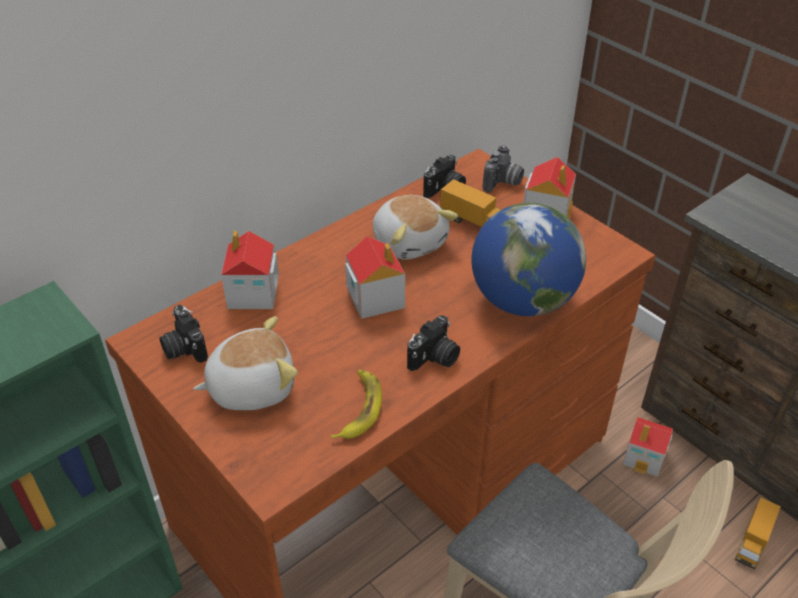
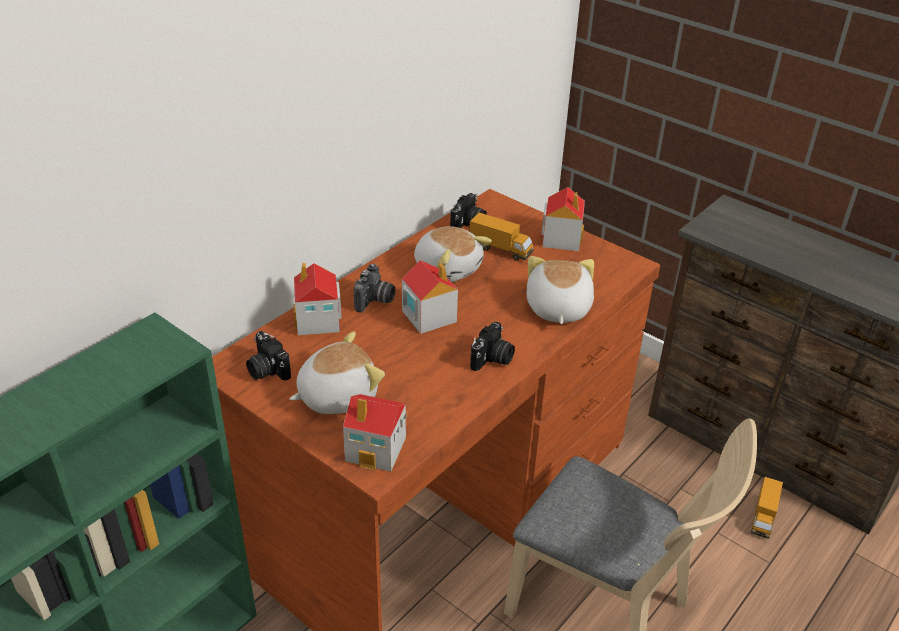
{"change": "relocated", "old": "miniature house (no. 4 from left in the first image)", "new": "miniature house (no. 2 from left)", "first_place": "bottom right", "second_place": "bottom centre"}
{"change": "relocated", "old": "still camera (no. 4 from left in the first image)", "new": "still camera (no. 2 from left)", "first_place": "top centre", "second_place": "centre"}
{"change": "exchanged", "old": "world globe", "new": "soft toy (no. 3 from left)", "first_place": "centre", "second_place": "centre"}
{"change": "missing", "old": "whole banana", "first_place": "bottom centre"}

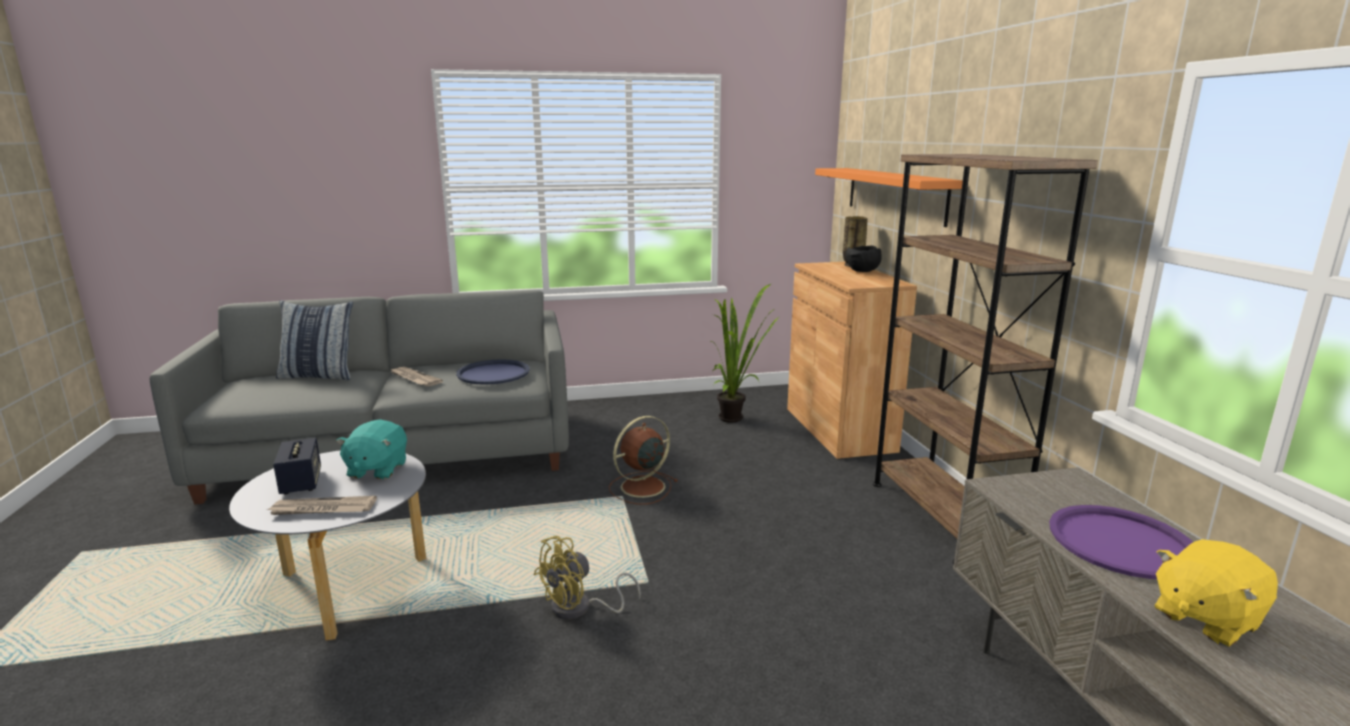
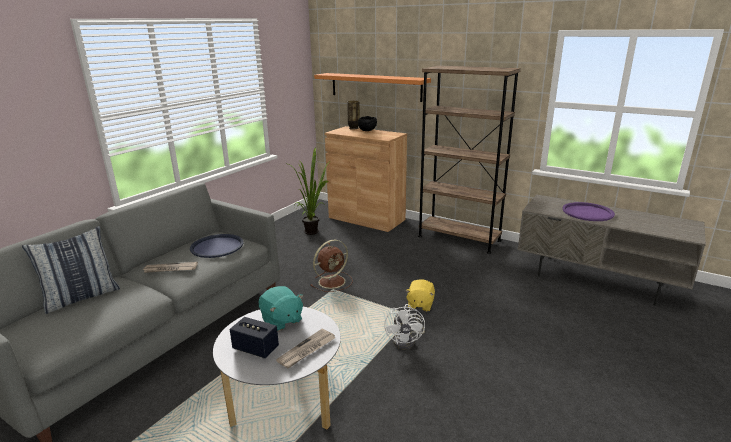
{"change": "spun", "old": "brown-coloured cooling fan", "first_place": "centre", "second_place": "centre", "degrees": -135}
{"change": "colour", "old": "yellow-coloured cooling fan", "new": "whitish cooling fan", "first_place": "bottom centre", "second_place": "bottom centre"}
{"change": "relocated", "old": "yellow-coloured soft toy", "first_place": "bottom right", "second_place": "bottom centre"}

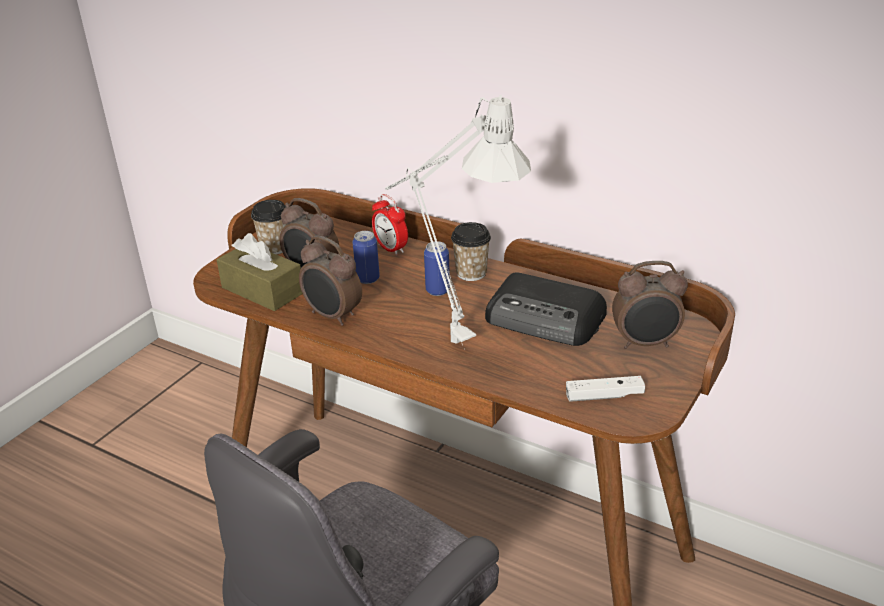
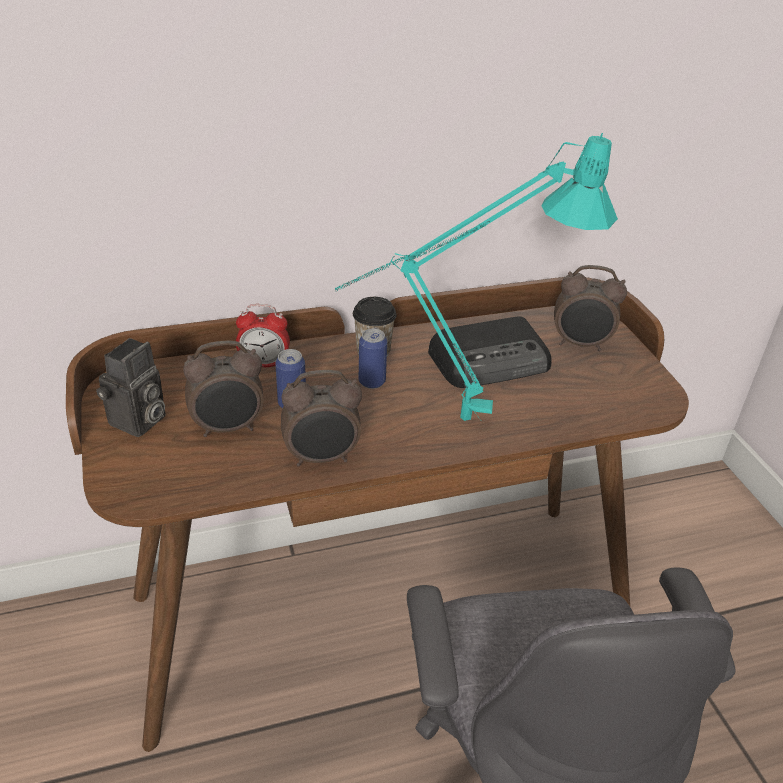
{"change": "exchanged", "old": "small cup (no. 1 from left)", "new": "still camera", "first_place": "middle left", "second_place": "middle left"}
{"change": "colour", "old": "greyish tabletop lamp", "new": "turquoise tabletop lamp", "first_place": "centre", "second_place": "centre"}
{"change": "spun", "old": "table clock (no. 4 from left)", "first_place": "middle right", "second_place": "middle right", "degrees": 60}
{"change": "missing", "old": "brown-coloured box of tissues", "first_place": "middle left"}
{"change": "missing", "old": "whitish game controller", "first_place": "middle right"}

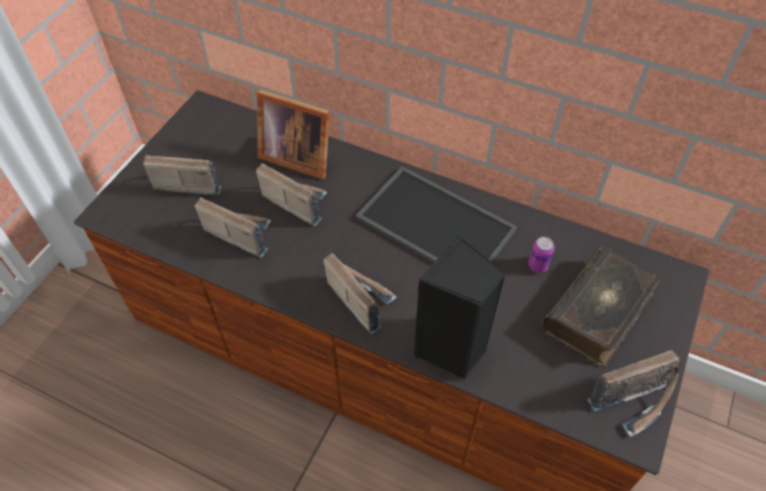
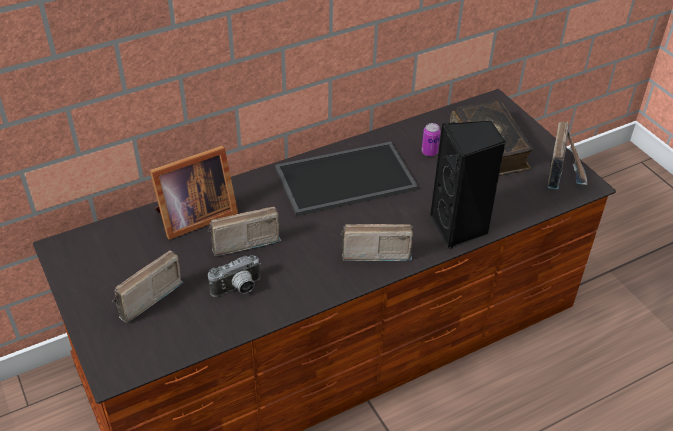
{"change": "exchanged", "old": "radio set (no. 2 from left)", "new": "still camera", "first_place": "middle left", "second_place": "centre"}

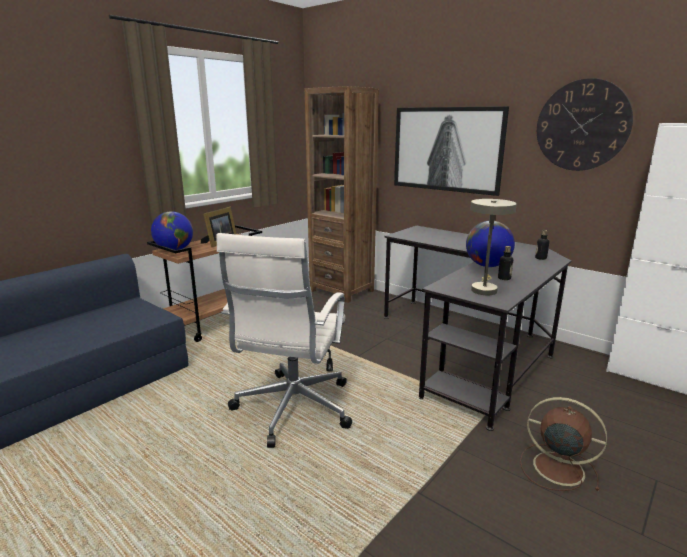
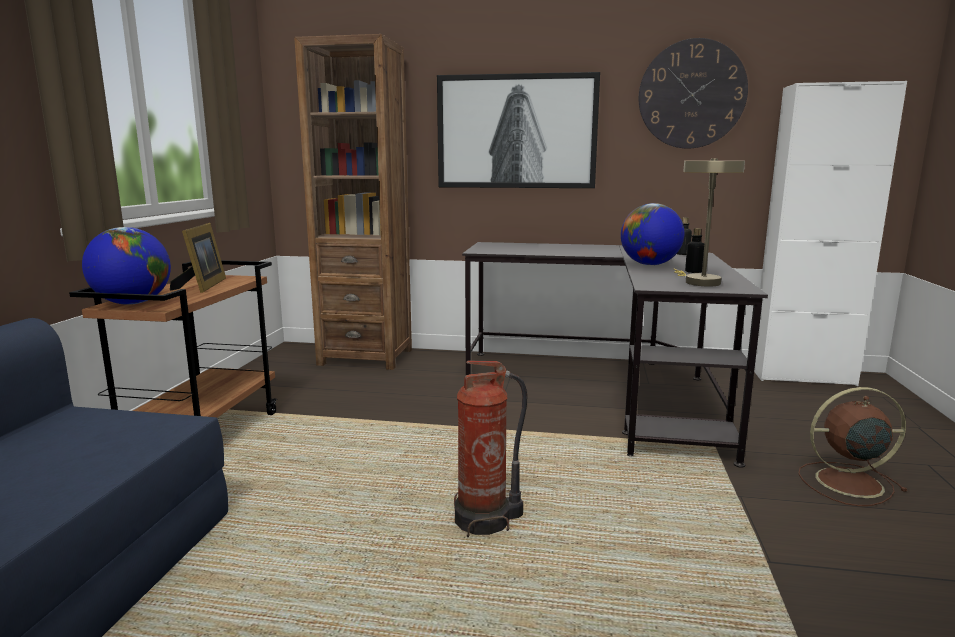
{"change": "exchanged", "old": "whitish desk chair", "new": "extinguisher", "first_place": "centre", "second_place": "bottom centre"}

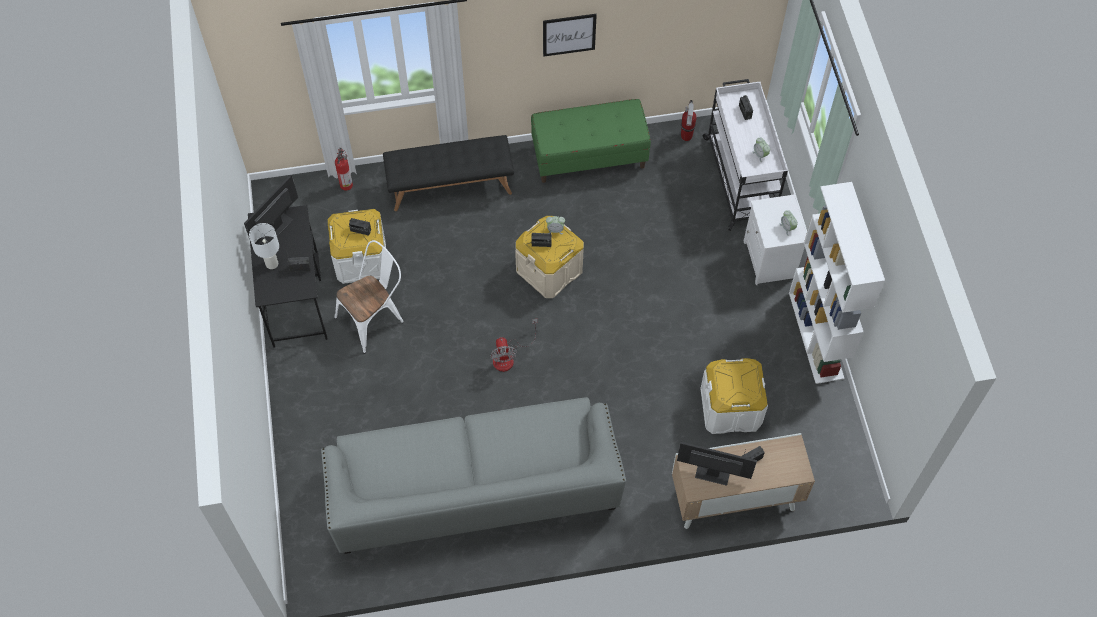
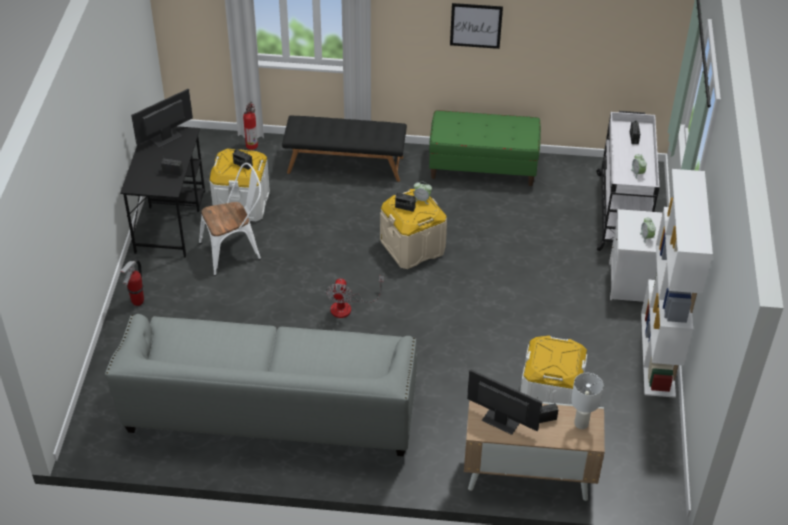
{"change": "relocated", "old": "extinguisher (no. 2 from left in the first image)", "new": "extinguisher (no. 1 from left)", "first_place": "top centre", "second_place": "middle left"}
{"change": "relocated", "old": "whitish tabletop lamp", "first_place": "middle left", "second_place": "bottom right"}

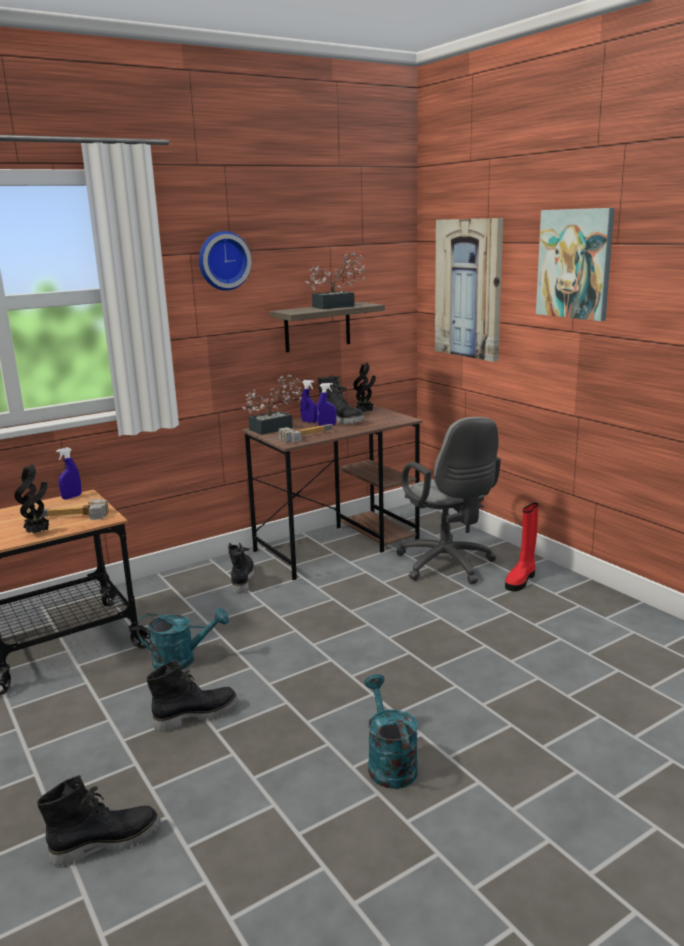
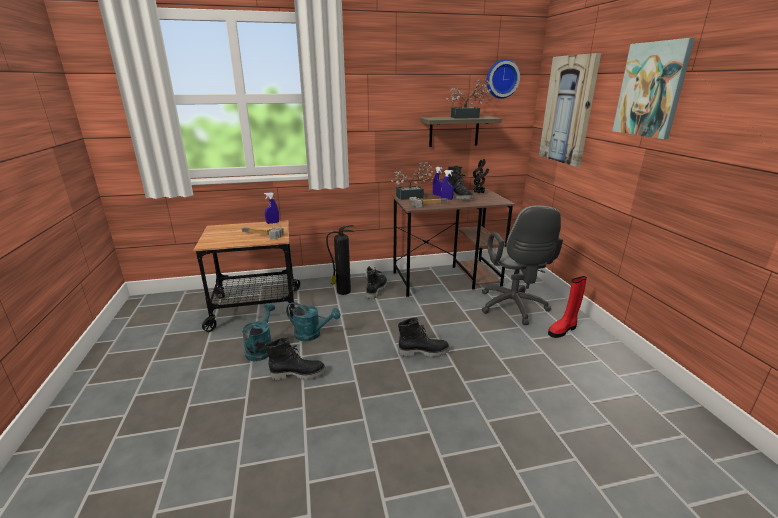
{"change": "relocated", "old": "turquoise watering can (no. 2 from left in the first image)", "new": "turquoise watering can (no. 1 from left)", "first_place": "bottom centre", "second_place": "middle left"}
{"change": "appeared", "new": "extinguisher", "second_place": "centre"}
{"change": "relocated", "old": "black-coloured boot (no. 1 from left in the first image)", "new": "black-coloured boot (no. 3 from left)", "first_place": "bottom left", "second_place": "centre"}
{"change": "relocated", "old": "hanging clock", "first_place": "top left", "second_place": "top centre"}
{"change": "missing", "old": "plant in a pot (no. 1 from left)", "first_place": "middle left"}

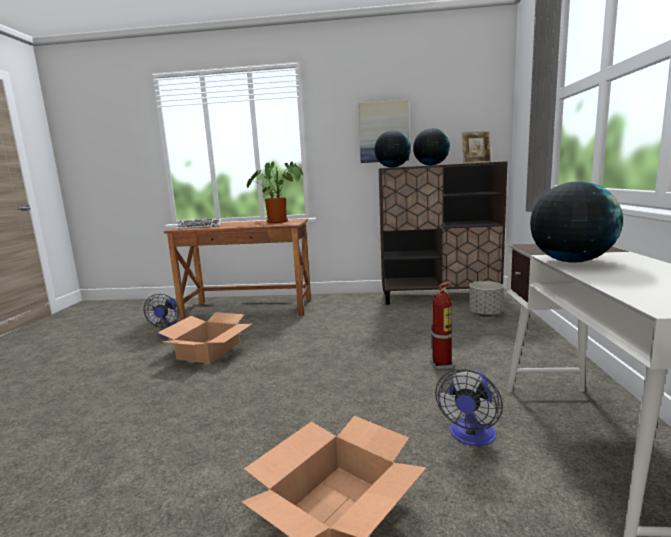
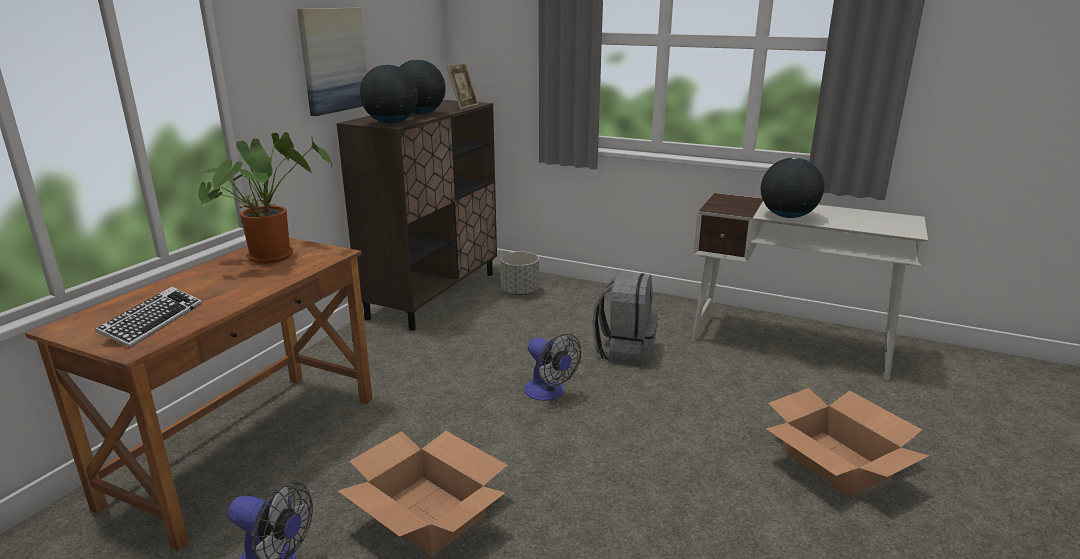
{"change": "relocated", "old": "cooling fan (no. 2 from left)", "first_place": "bottom right", "second_place": "centre"}
{"change": "exchanged", "old": "extinguisher", "new": "greyish rucksack", "first_place": "centre", "second_place": "centre"}

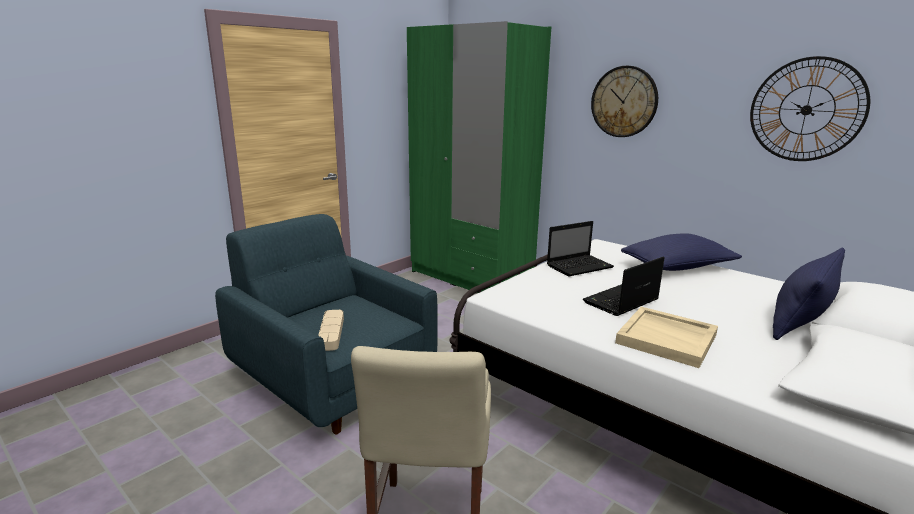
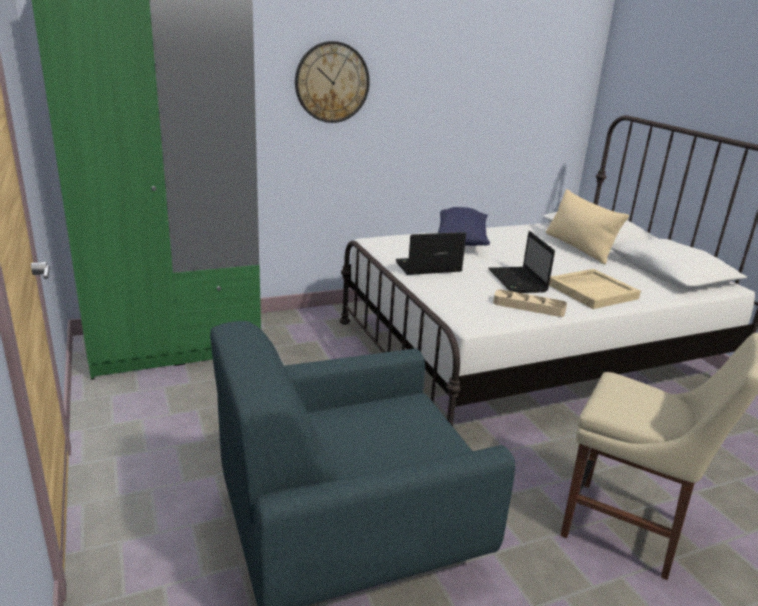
{"change": "spun", "old": "portable computer (no. 1 from left)", "first_place": "centre", "second_place": "centre", "degrees": -105}
{"change": "relocated", "old": "beige-coloured carrying tray (no. 1 from left)", "first_place": "centre", "second_place": "middle right"}
{"change": "colour", "old": "bluish throw pillow (no. 2 from left)", "new": "beige-coloured throw pillow", "first_place": "middle right", "second_place": "middle right"}
{"change": "missing", "old": "hanging clock (no. 2 from left)", "first_place": "top right"}

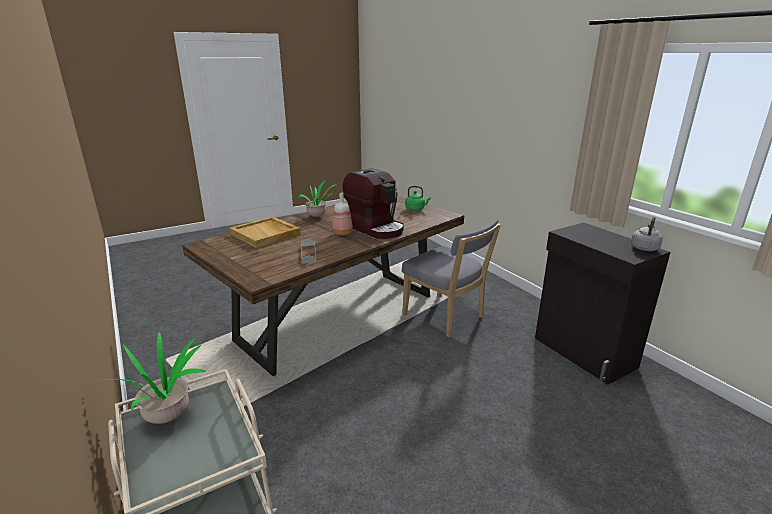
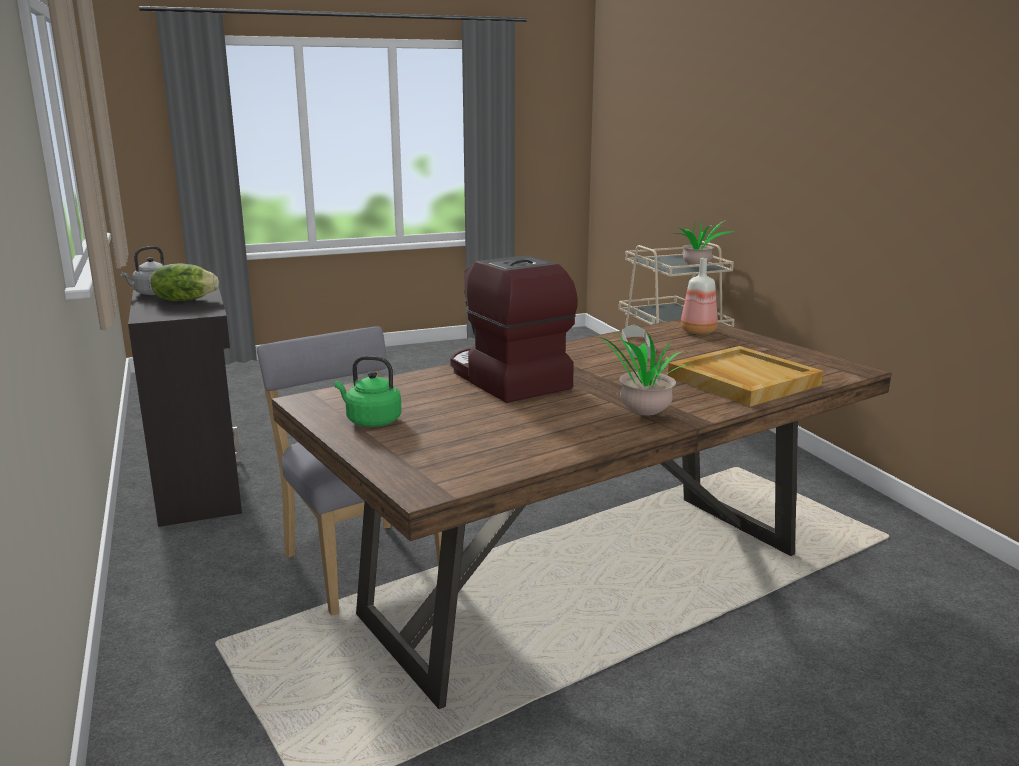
{"change": "appeared", "new": "lettuce", "second_place": "middle left"}
{"change": "relocated", "old": "drink bottle", "first_place": "centre", "second_place": "middle right"}

